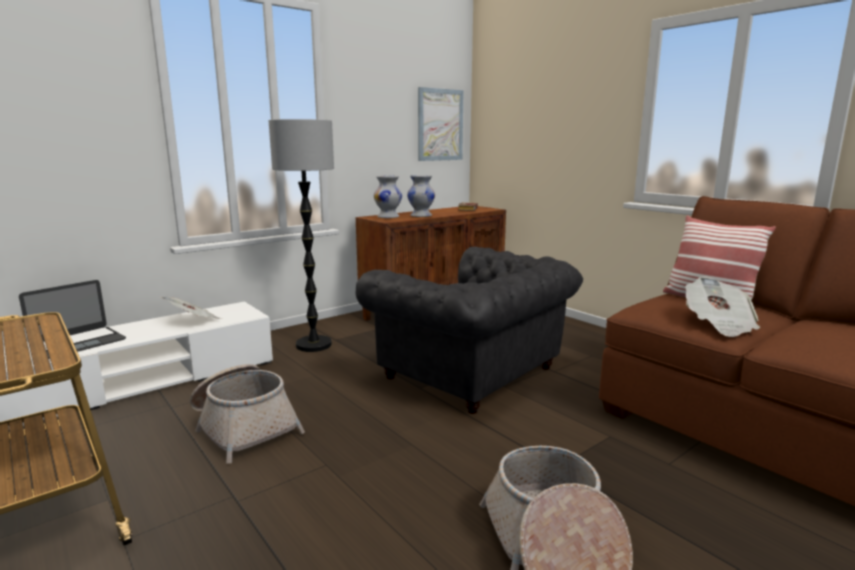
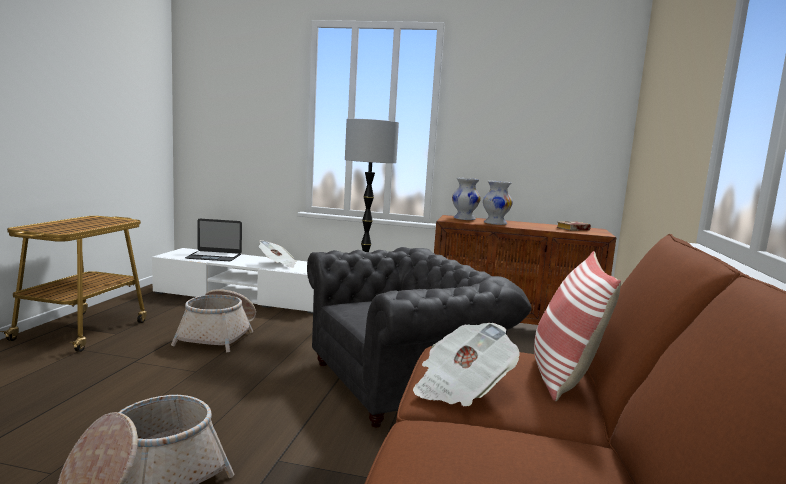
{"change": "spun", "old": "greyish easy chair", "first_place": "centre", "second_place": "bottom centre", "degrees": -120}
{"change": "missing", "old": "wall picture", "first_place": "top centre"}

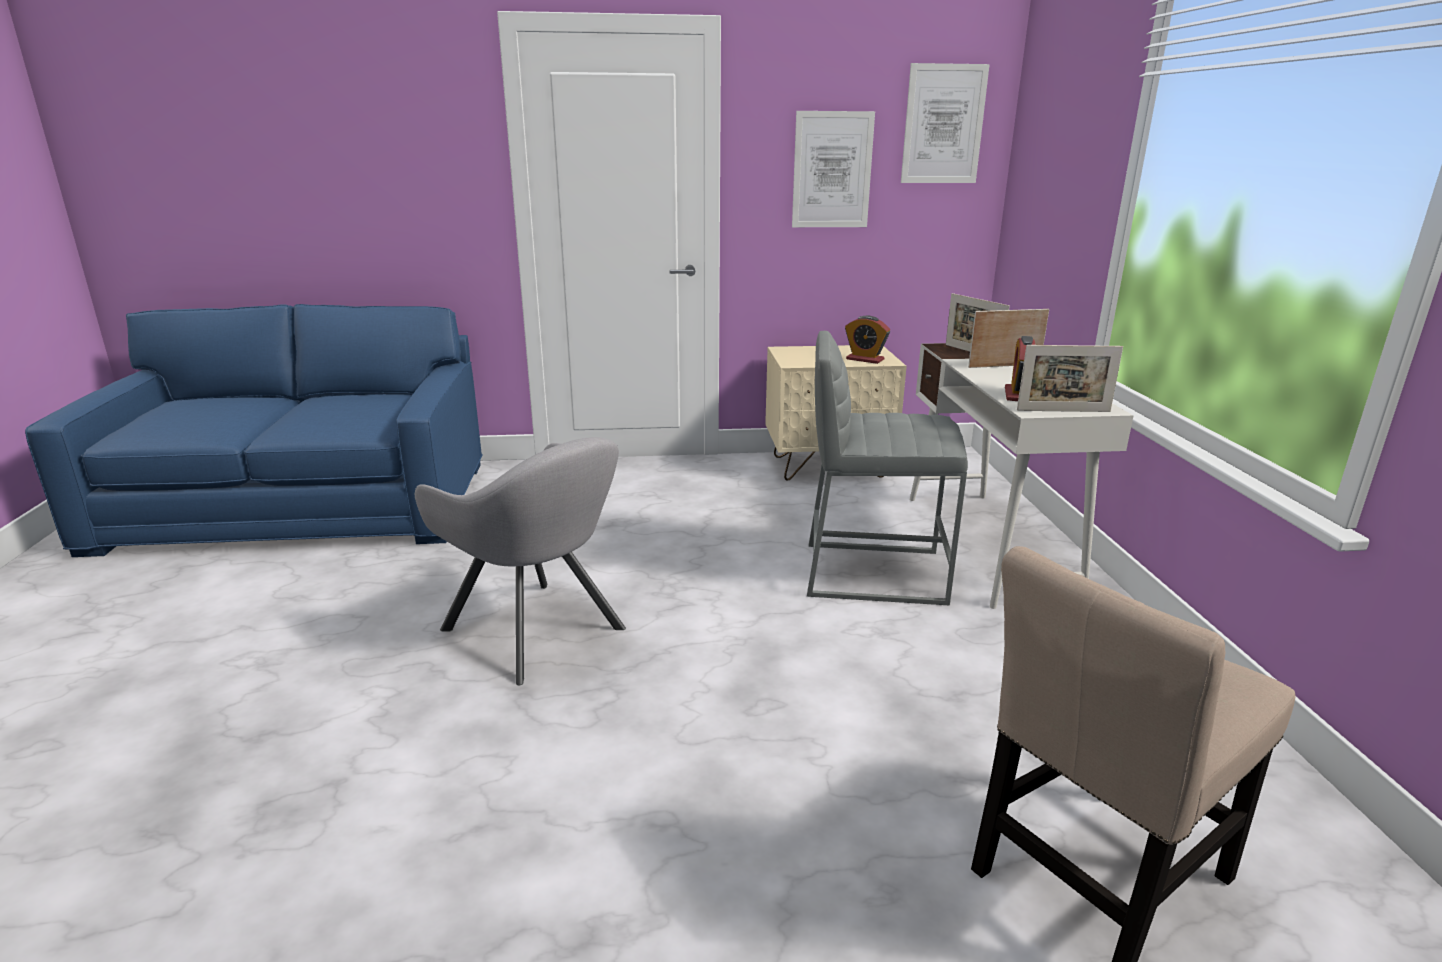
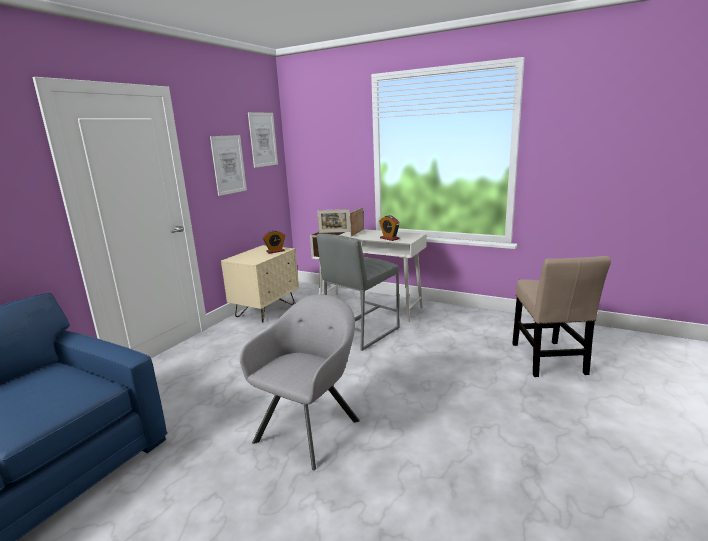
{"change": "spun", "old": "greyish easy chair", "first_place": "centre", "second_place": "bottom centre", "degrees": -45}
{"change": "missing", "old": "photo frame (no. 3 from left)", "first_place": "middle right"}

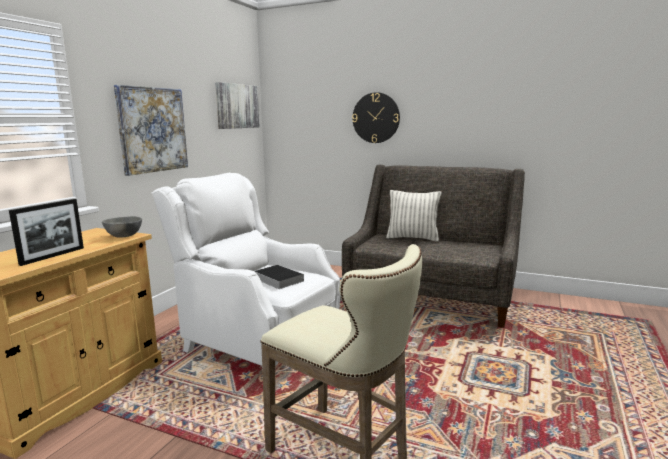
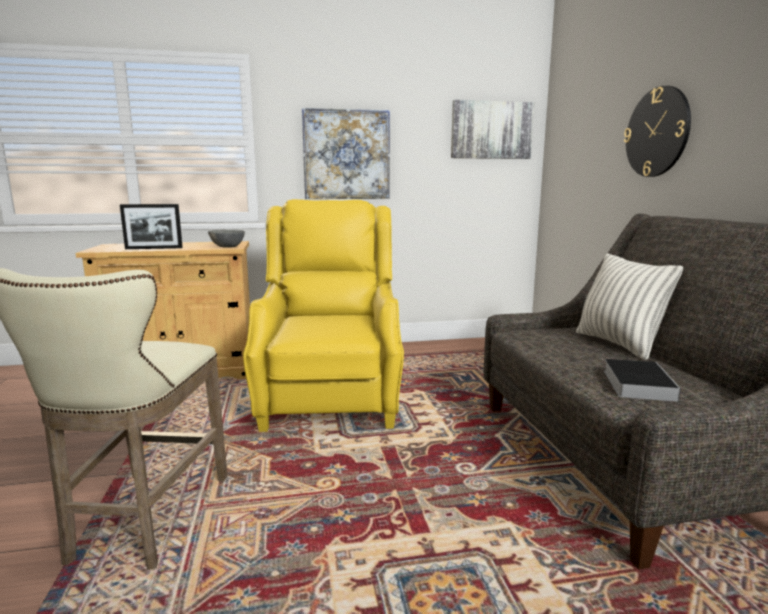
{"change": "colour", "old": "whitish easy chair", "new": "yellow-coloured easy chair", "first_place": "centre", "second_place": "centre"}
{"change": "relocated", "old": "volume", "first_place": "centre", "second_place": "middle right"}

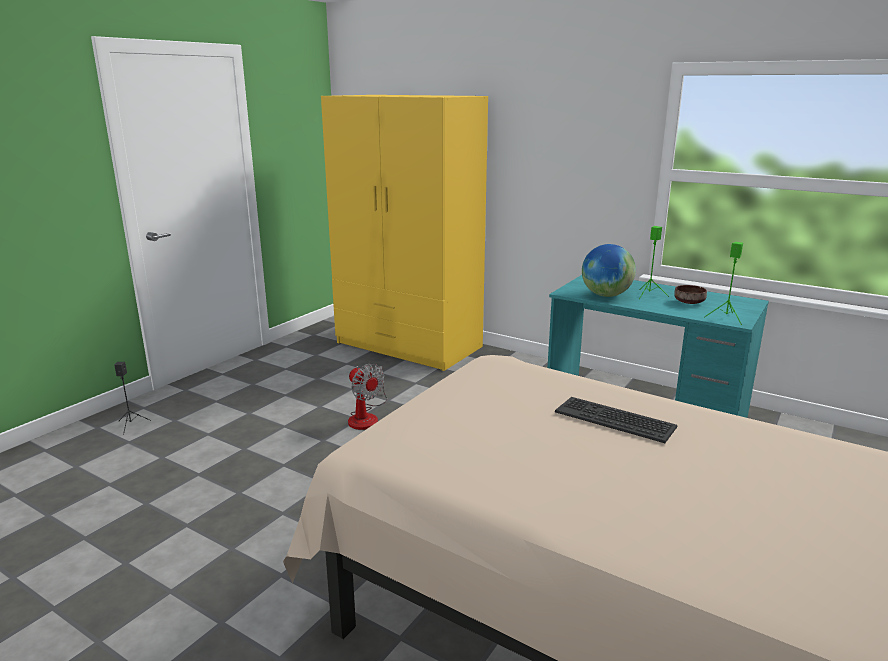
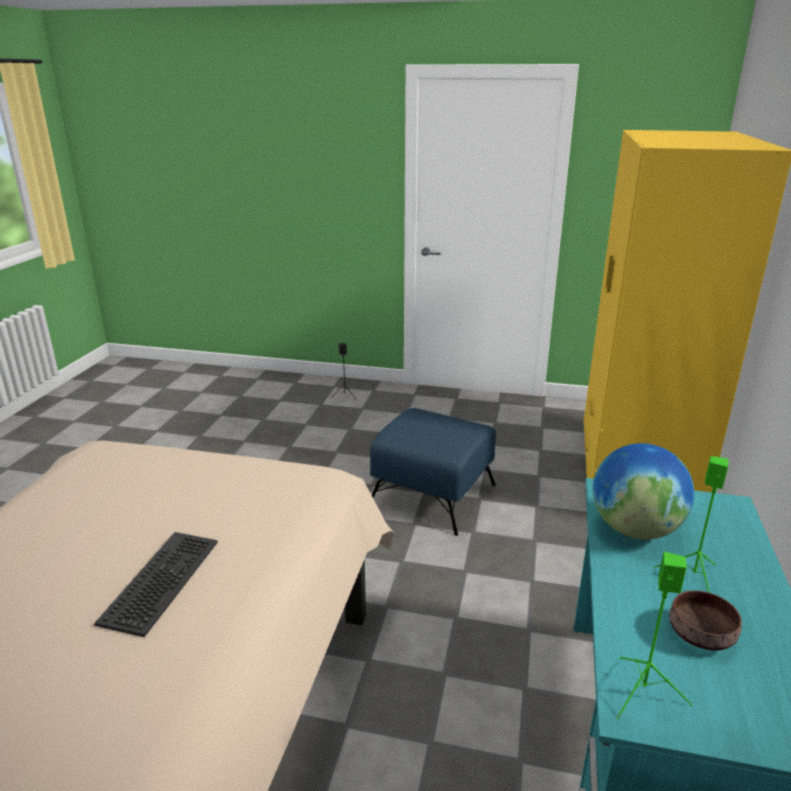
{"change": "exchanged", "old": "cooling fan", "new": "bluish footrest", "first_place": "centre", "second_place": "centre"}

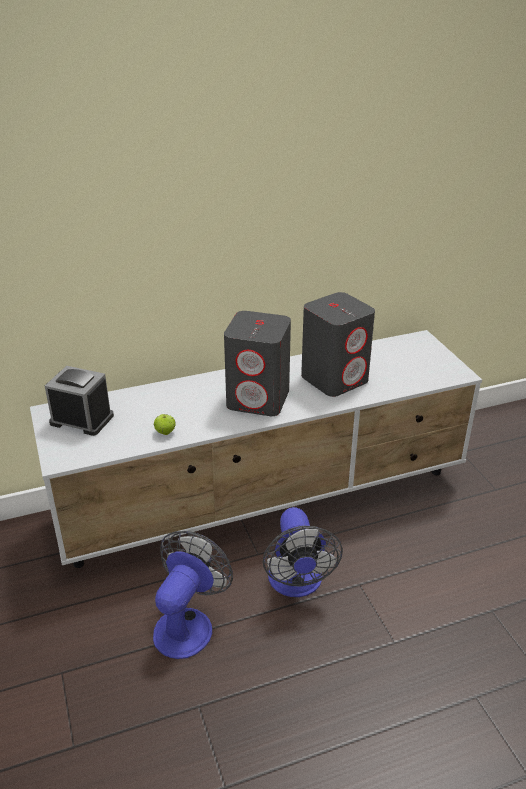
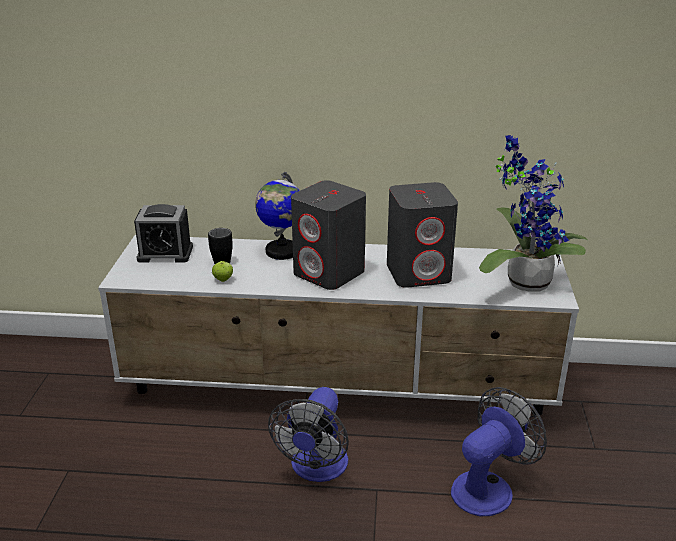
{"change": "spun", "old": "table clock", "first_place": "middle left", "second_place": "middle left", "degrees": 135}
{"change": "appeared", "new": "black-coloured tea mug", "second_place": "middle left"}
{"change": "appeared", "new": "world globe", "second_place": "centre"}
{"change": "relocated", "old": "cooling fan (no. 1 from left in the first image)", "new": "cooling fan (no. 2 from left)", "first_place": "bottom centre", "second_place": "bottom right"}
{"change": "appeared", "new": "plant in a pot", "second_place": "middle right"}

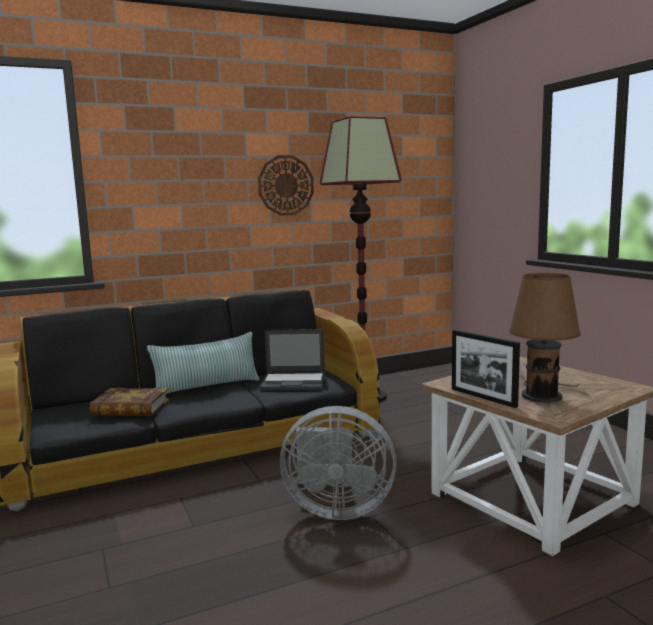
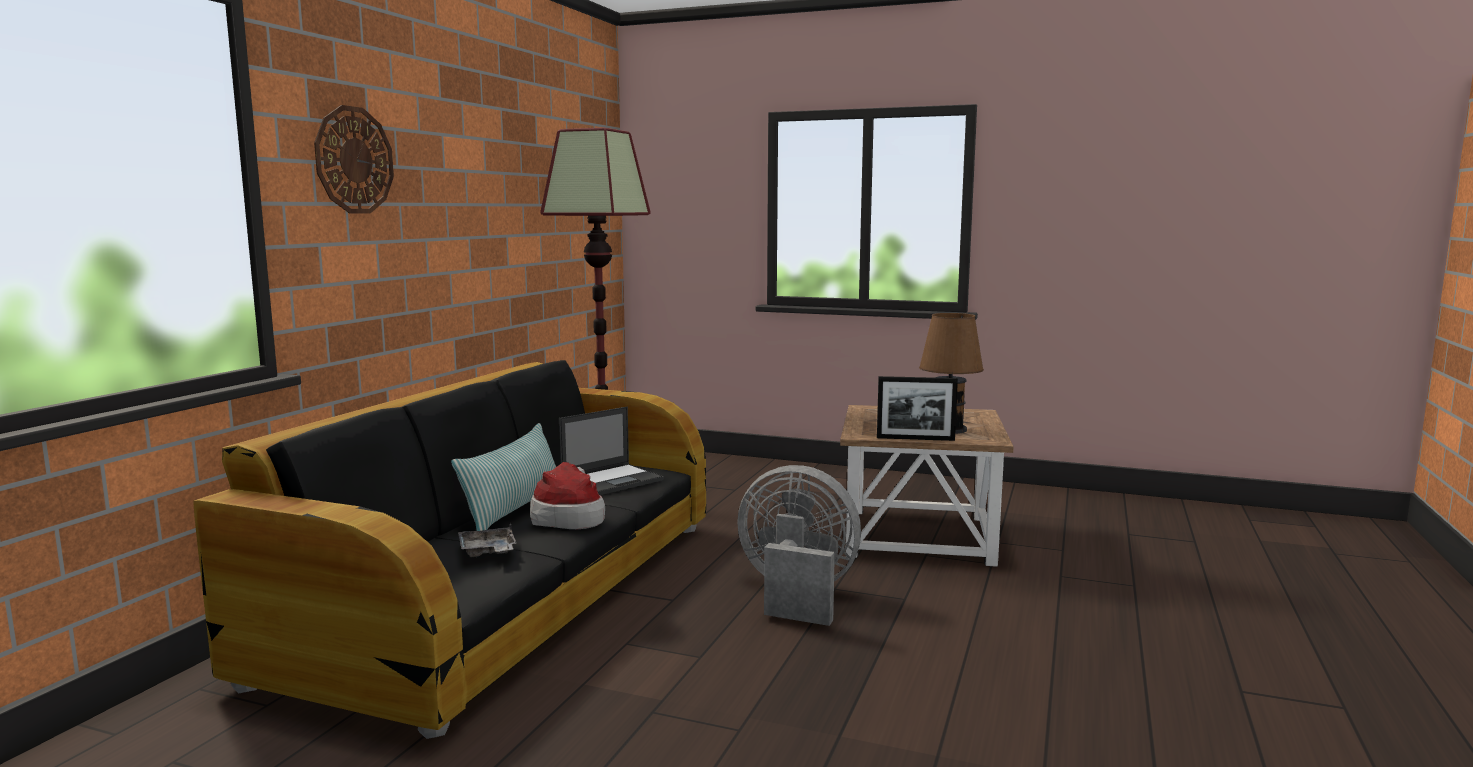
{"change": "relocated", "old": "hanging clock", "first_place": "top centre", "second_place": "top left"}
{"change": "exchanged", "old": "volume", "new": "greyish carrying tray", "first_place": "middle left", "second_place": "bottom left"}
{"change": "appeared", "new": "clothing hat", "second_place": "centre"}
{"change": "spun", "old": "greyish cooling fan", "first_place": "bottom centre", "second_place": "bottom centre", "degrees": -120}

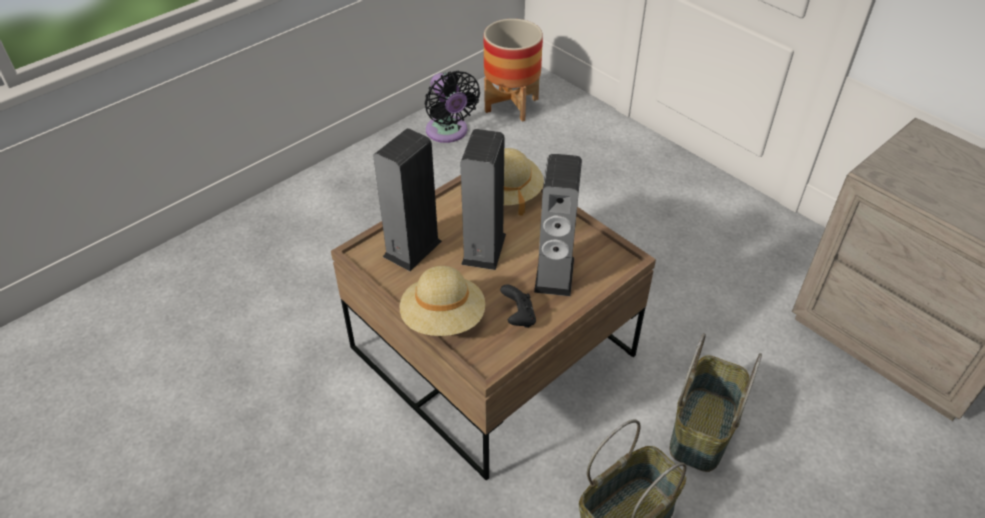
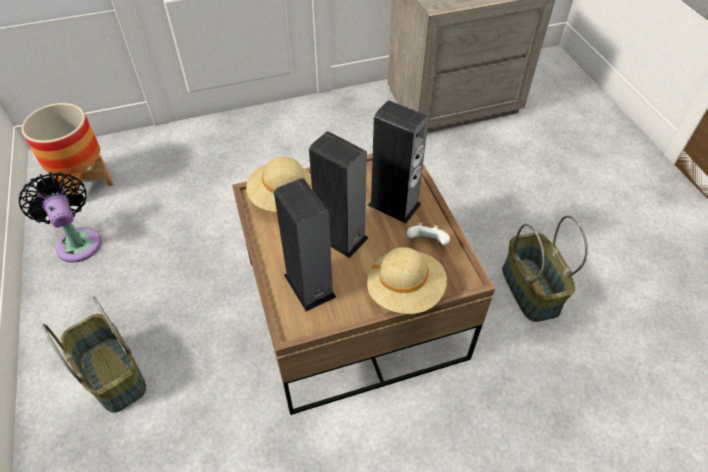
{"change": "spun", "old": "black-coloured cooling fan", "first_place": "top centre", "second_place": "middle left", "degrees": -120}
{"change": "relocated", "old": "basket (no. 2 from left in the first image)", "new": "basket (no. 1 from left)", "first_place": "bottom right", "second_place": "bottom left"}
{"change": "colour", "old": "black-coloured game controller", "new": "whitish game controller", "first_place": "centre", "second_place": "centre"}

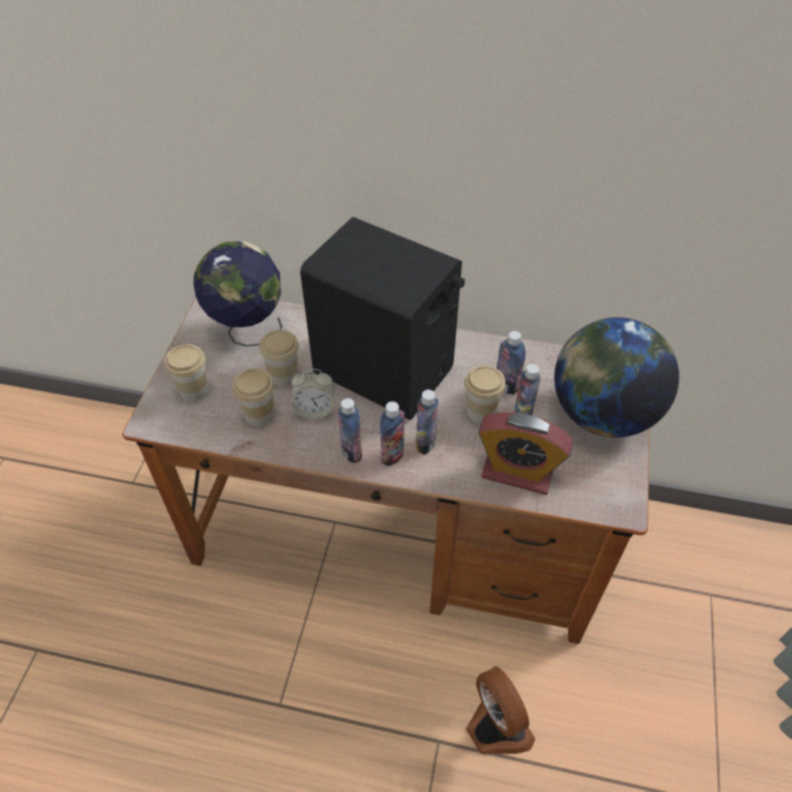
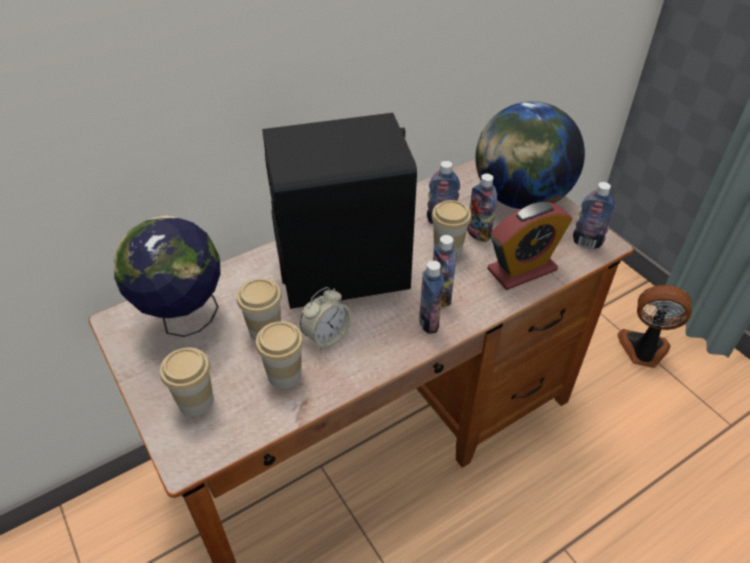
{"change": "relocated", "old": "drink bottle (no. 1 from left in the first image)", "new": "drink bottle (no. 5 from left)", "first_place": "centre", "second_place": "middle right"}
{"change": "relocated", "old": "cooling fan", "first_place": "bottom centre", "second_place": "middle right"}

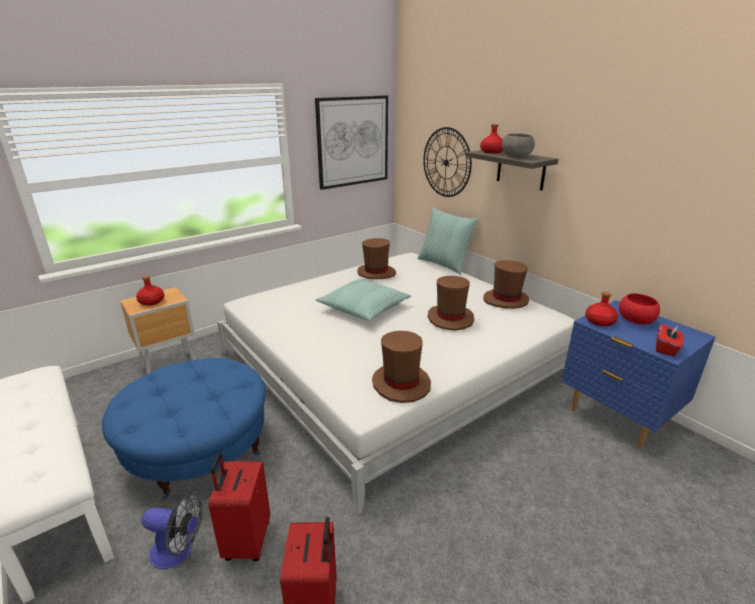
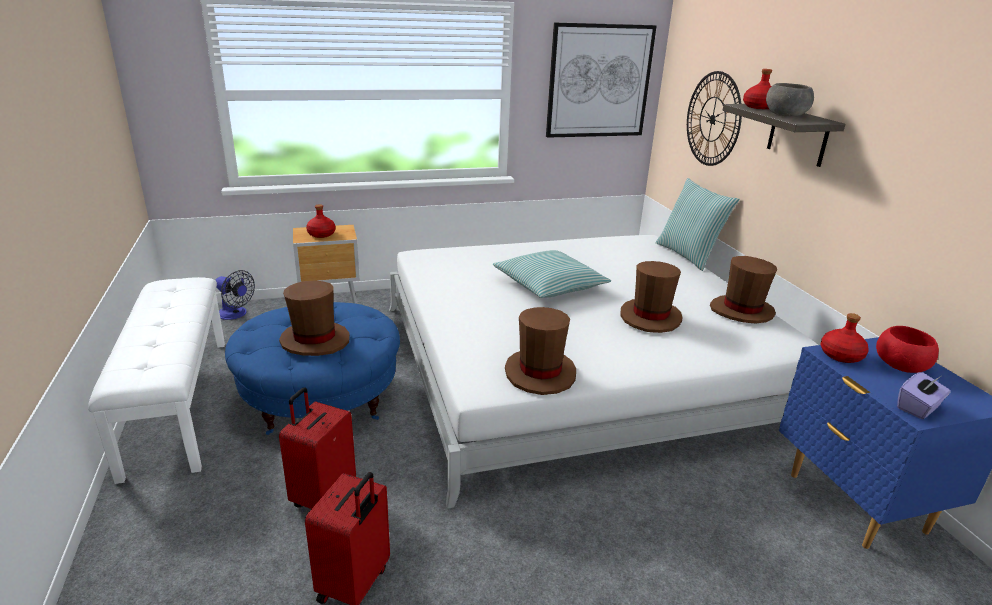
{"change": "relocated", "old": "cooling fan", "first_place": "bottom left", "second_place": "middle left"}
{"change": "relocated", "old": "brown-coloured clothing hat (no. 1 from left)", "first_place": "centre", "second_place": "middle left"}
{"change": "colour", "old": "reddish box of tissues", "new": "purple-coloured box of tissues", "first_place": "middle right", "second_place": "middle right"}

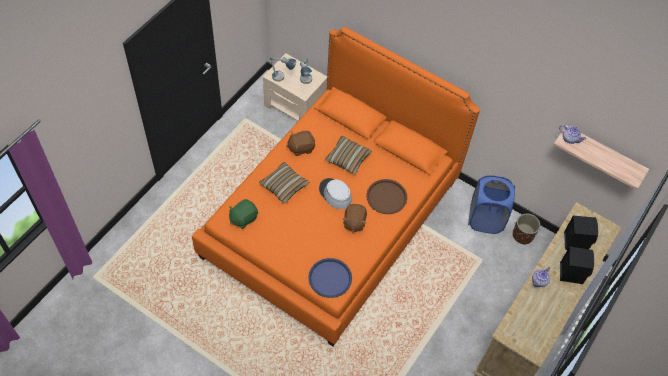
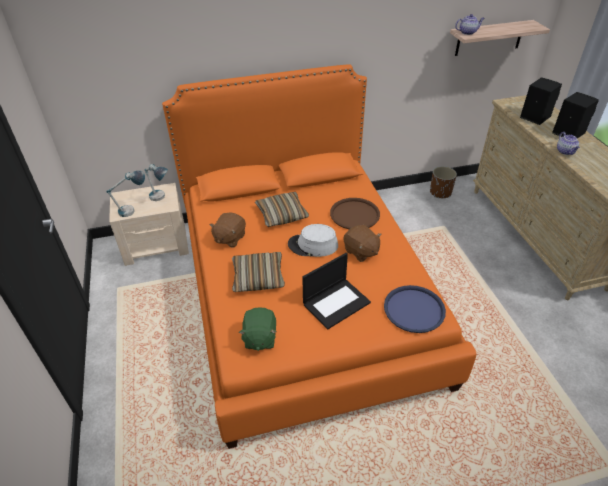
{"change": "appeared", "new": "portable computer", "second_place": "centre"}
{"change": "missing", "old": "bluish hamper", "first_place": "middle right"}

